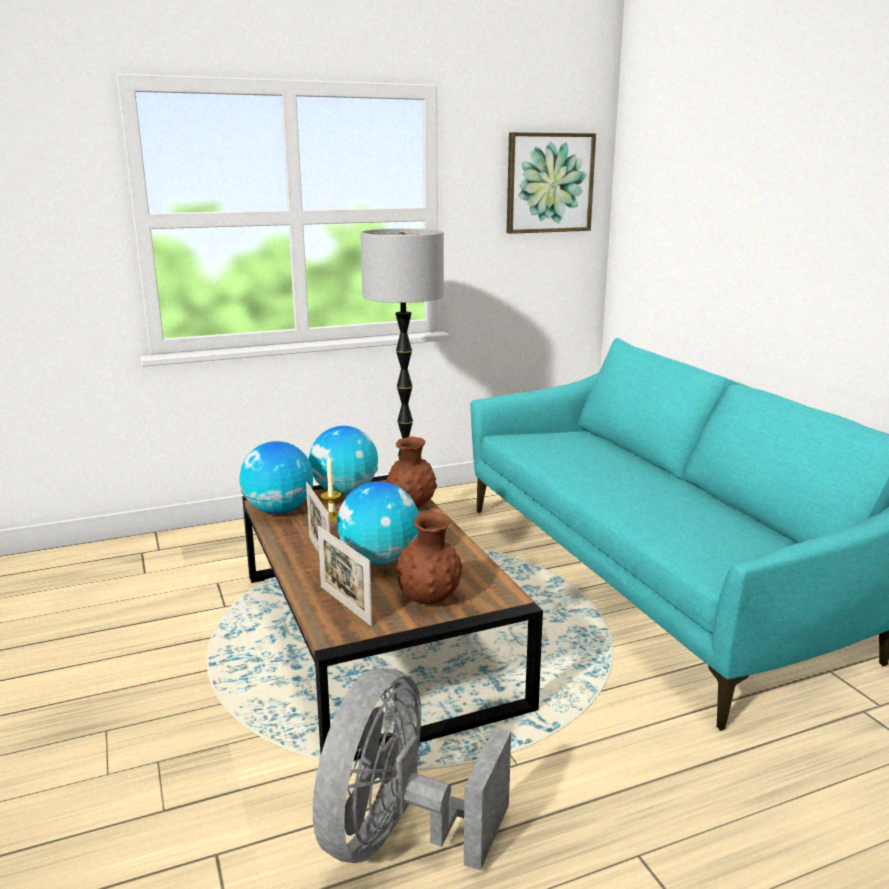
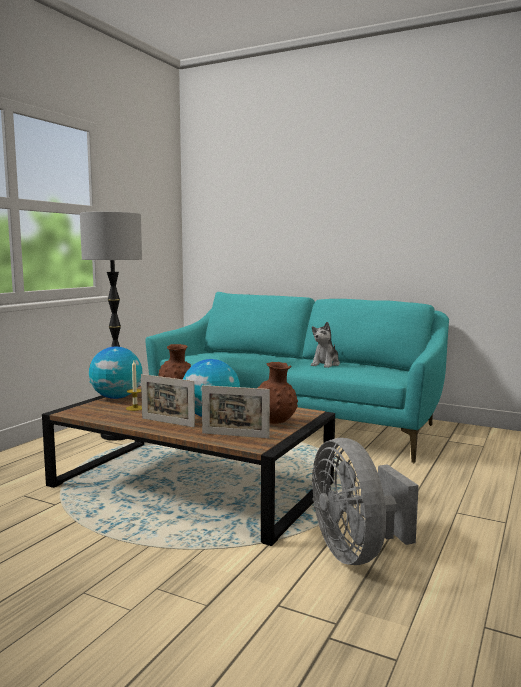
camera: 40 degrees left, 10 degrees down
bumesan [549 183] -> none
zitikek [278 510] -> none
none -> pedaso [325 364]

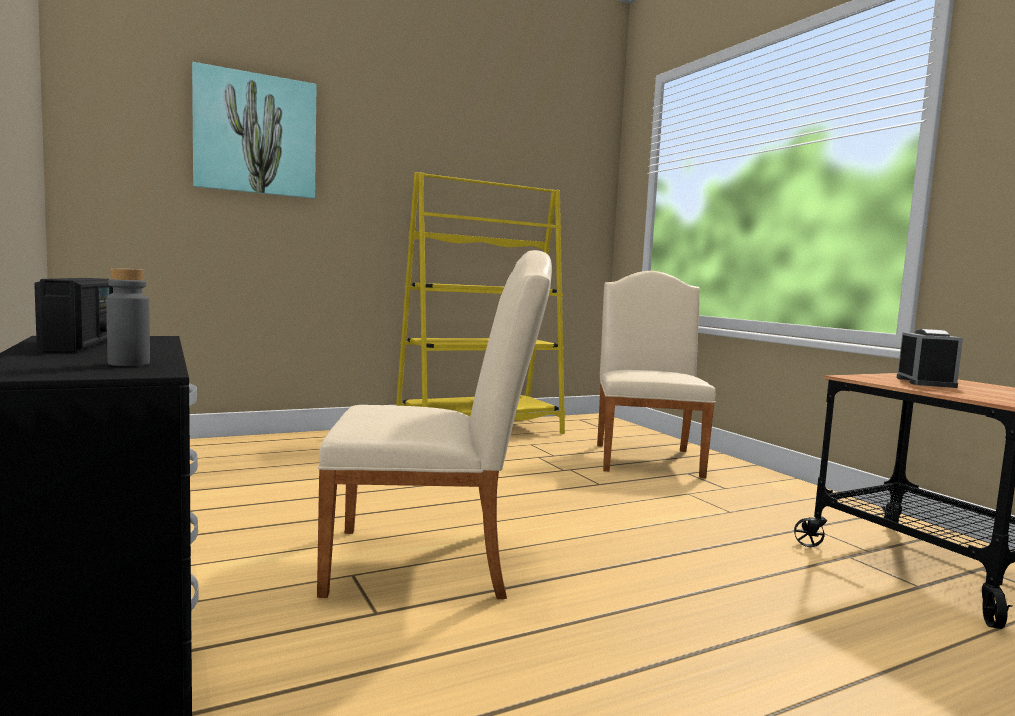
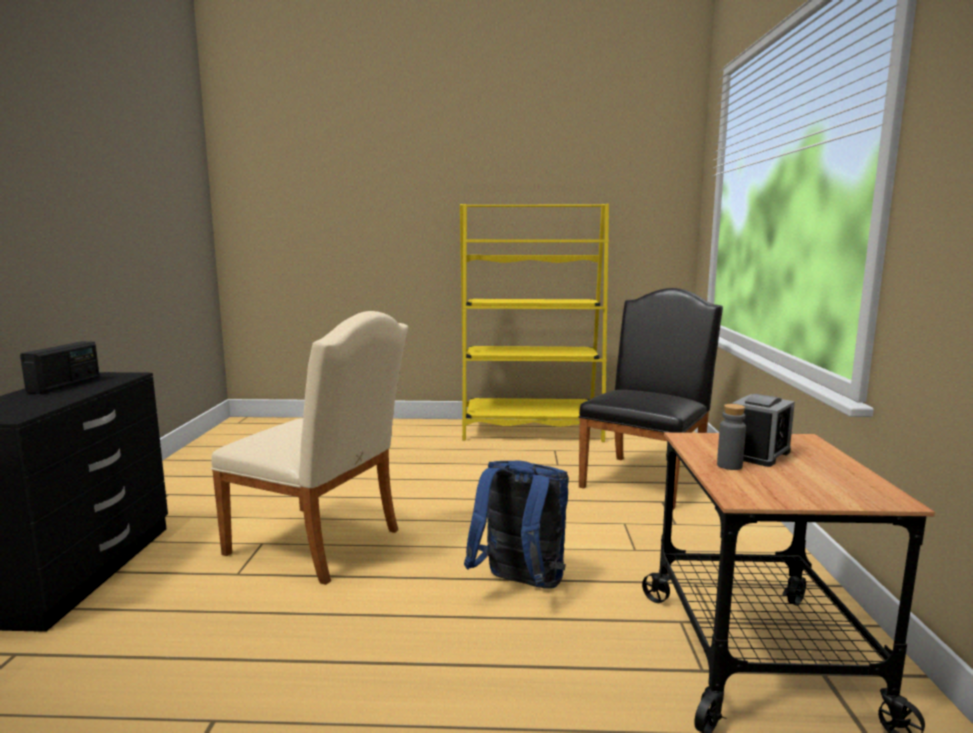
camera: 30 degrees right, 5 degrees up
bumesan [256 134] -> none
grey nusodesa [129 363] -> grey nusodesa [729 466], relocated
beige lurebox [646 457] -> black lurebox [647 478]
none -> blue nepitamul [520 585]

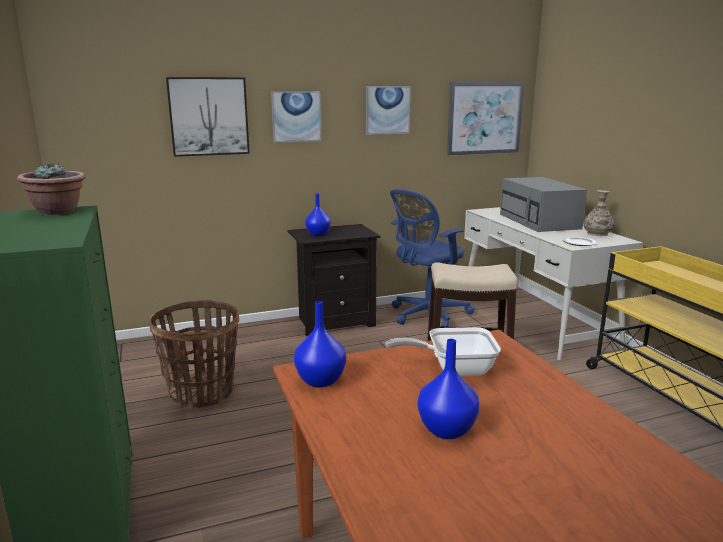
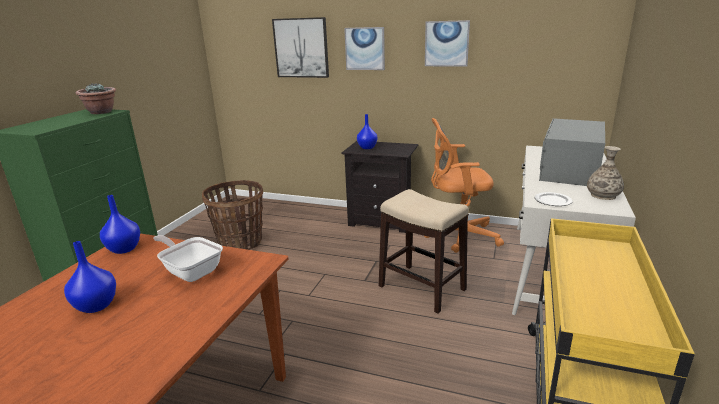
camera: 40 degrees right, 5 degrees up
bumesan [484 118] -> none
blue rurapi [426 315] -> orange rurapi [458 236]

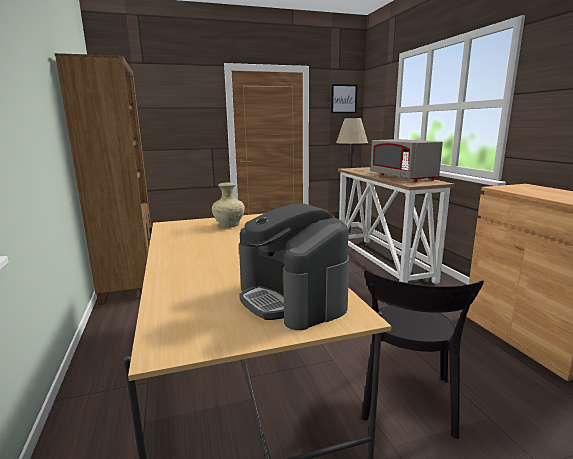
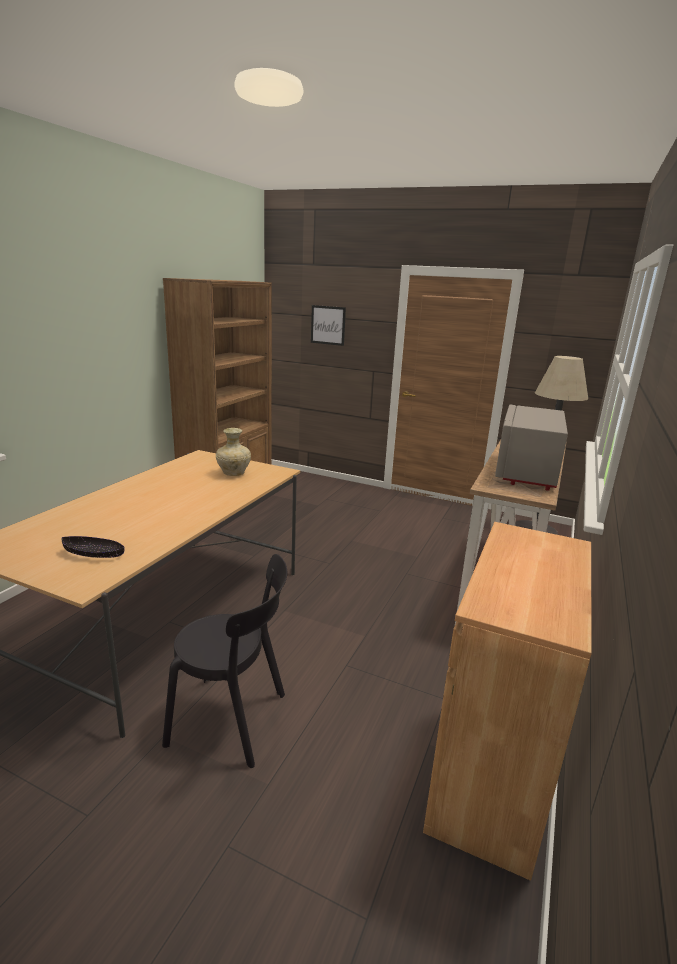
camera: 40 degrees right, 5 degrees up
bumesan [344 99] -> bumesan [328 325], relocated
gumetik [292 298] -> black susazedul [94 554]
black lurebox [407 402] -> black lurebox [233 720], 135 degrees counterclockwise

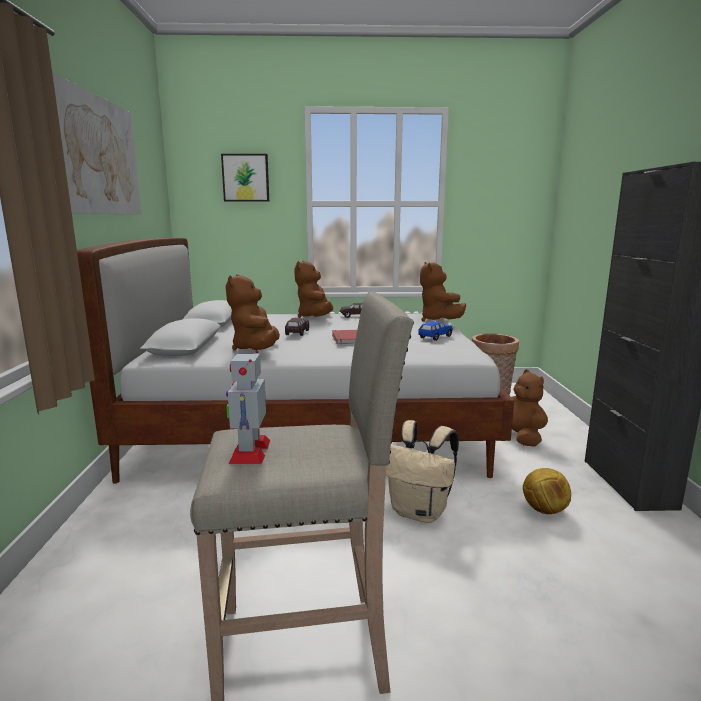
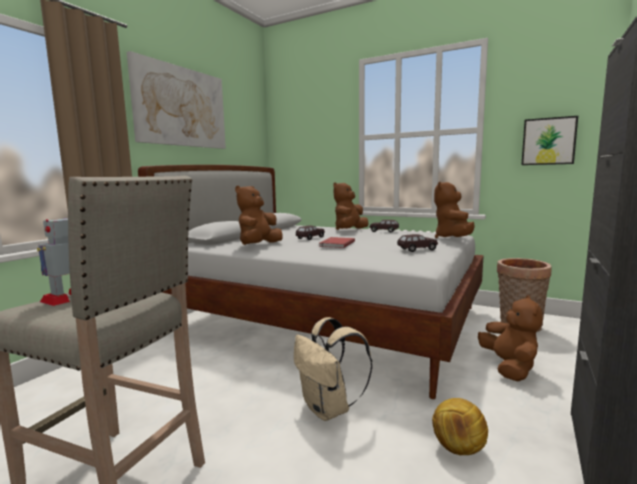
camera: 30 degrees right, 5 degrees down
bumesan [246 178] -> bumesan [548 141], relocated
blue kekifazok [435 337] -> brown kekifazok [417 249]

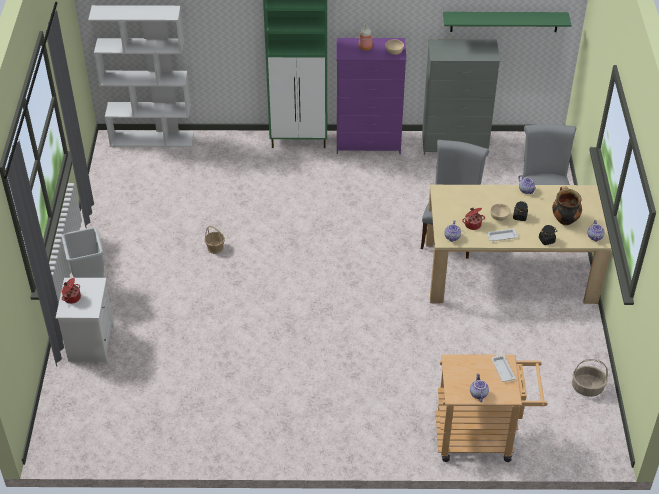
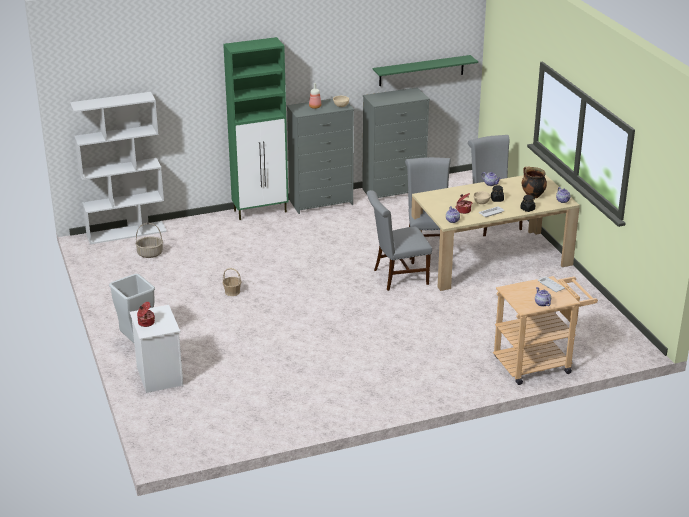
camera: 20 degrees left, 15 degrees down
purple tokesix [369 143] -> grey tokesix [321 202]
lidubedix [587 387] -> lidubedix [150 253], relocated
none -> grey lurebox [397 277]

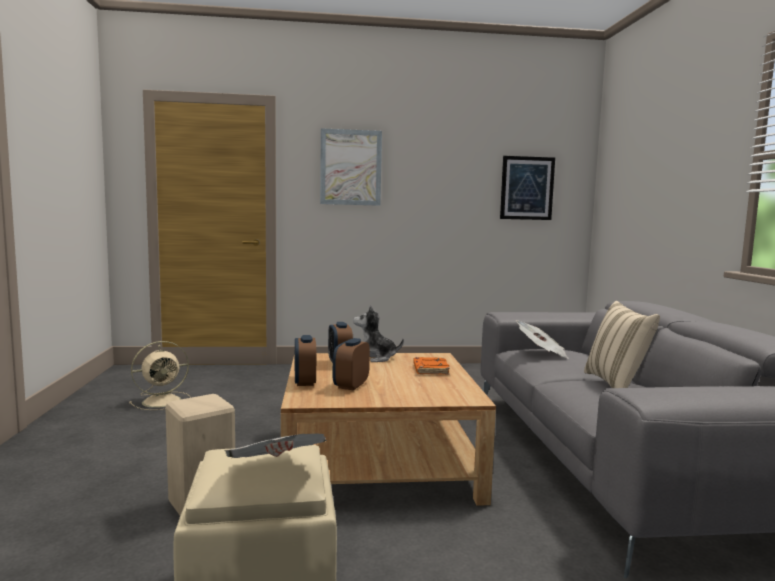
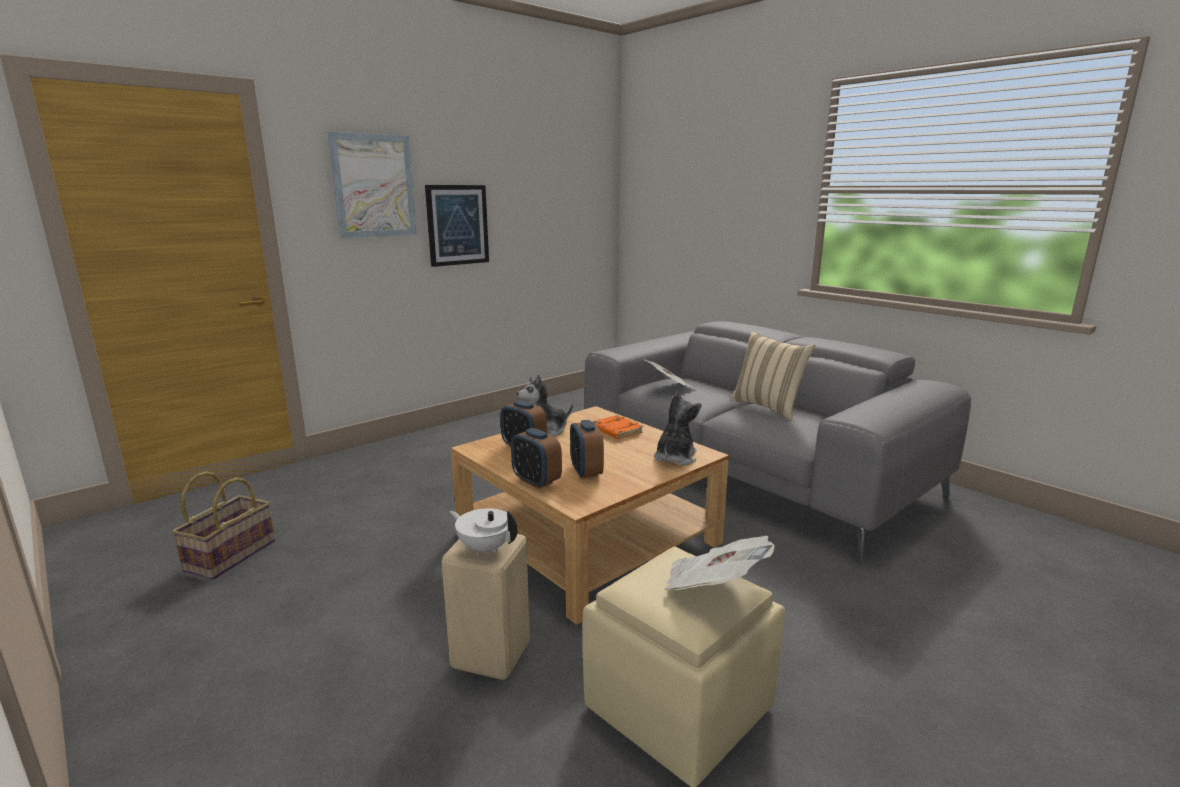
camera: 35 degrees left, 10 degrees up
bumesan [526 188] -> bumesan [457 225], relocated
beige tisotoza [163 401] -> lidubedix [230 555]
none -> pedaso [675 457]
none -> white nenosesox [485 548]

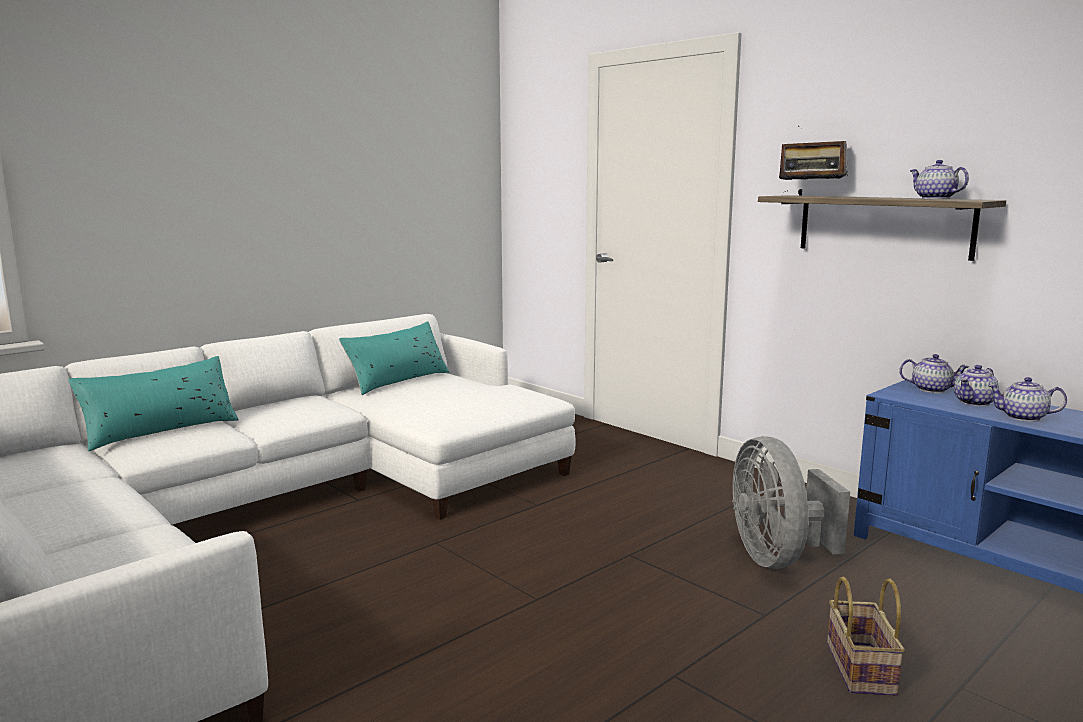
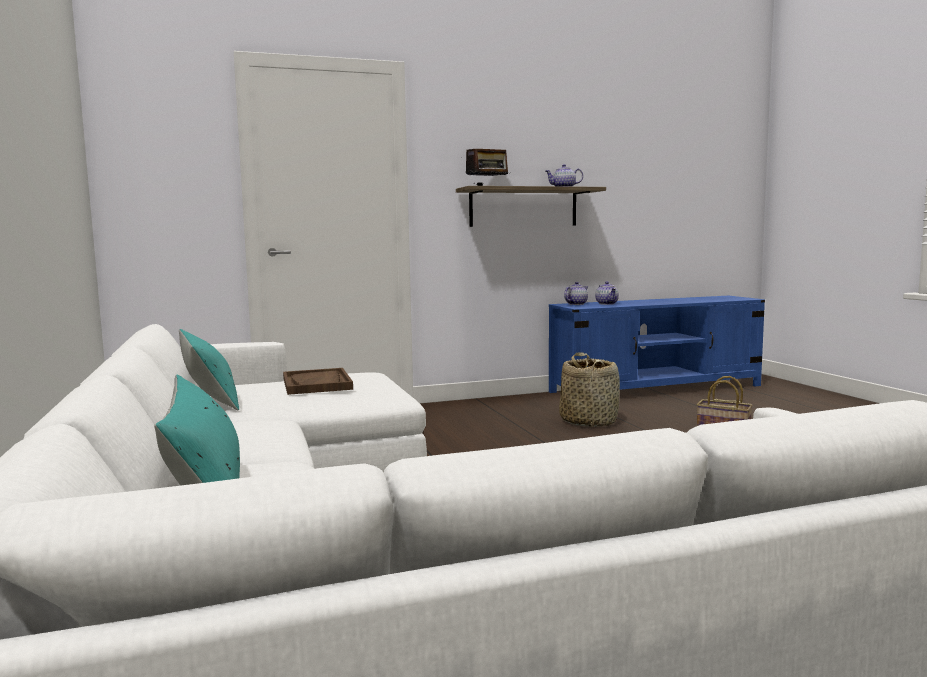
camera: 65 degrees left, 5 degrees down
nenosesox [1023 417] -> none
grey tisotoza [777 557] -> lidubedix [589 421]
none -> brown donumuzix [317 384]

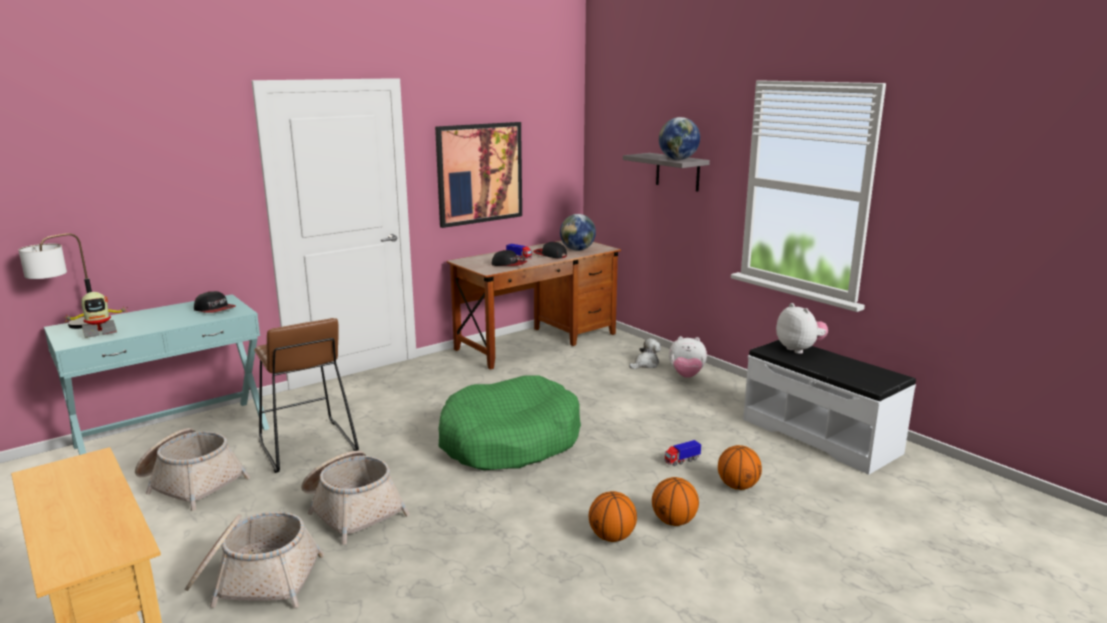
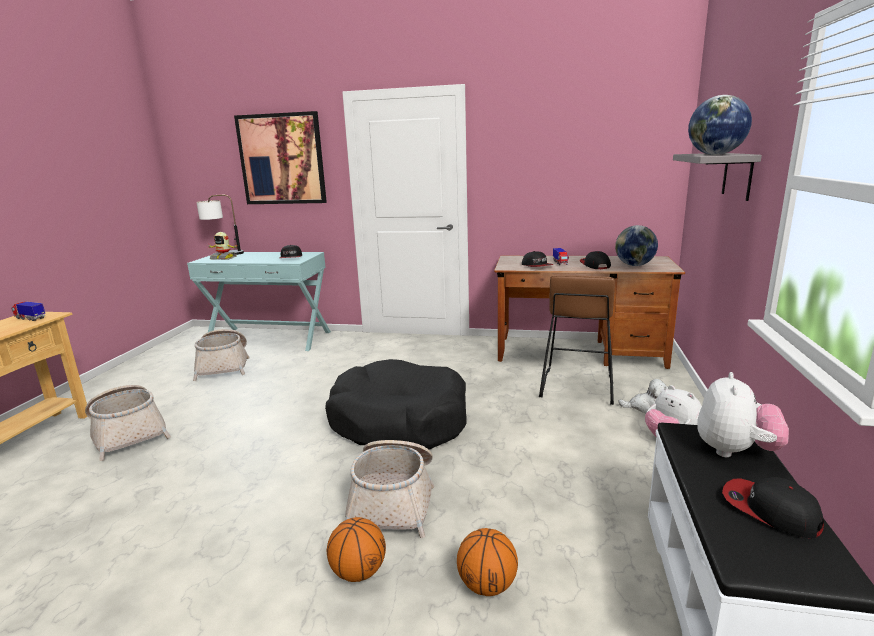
camera: 50 degrees right, 0 degrees up
bumesan [479 173] -> bumesan [281 159], relocated
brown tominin [306 446] -> brown tominin [576 386], relocated
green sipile [509 441] -> black sipile [399 421]
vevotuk [681 461] -> vevotuk [30 318], relocated
lidubedix [352 509] -> lidubedix [394 500], relocated
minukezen [612 537] -> none
none -> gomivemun [769 510]

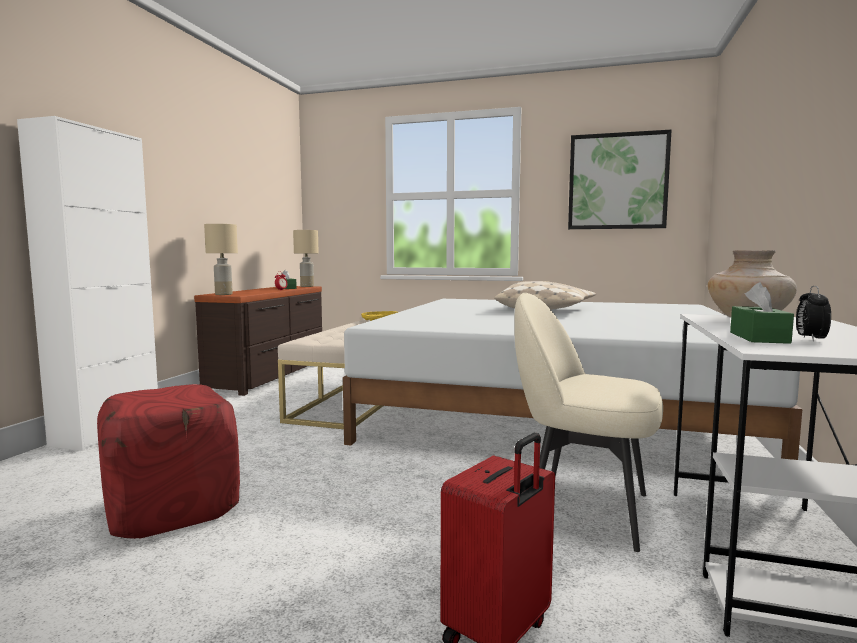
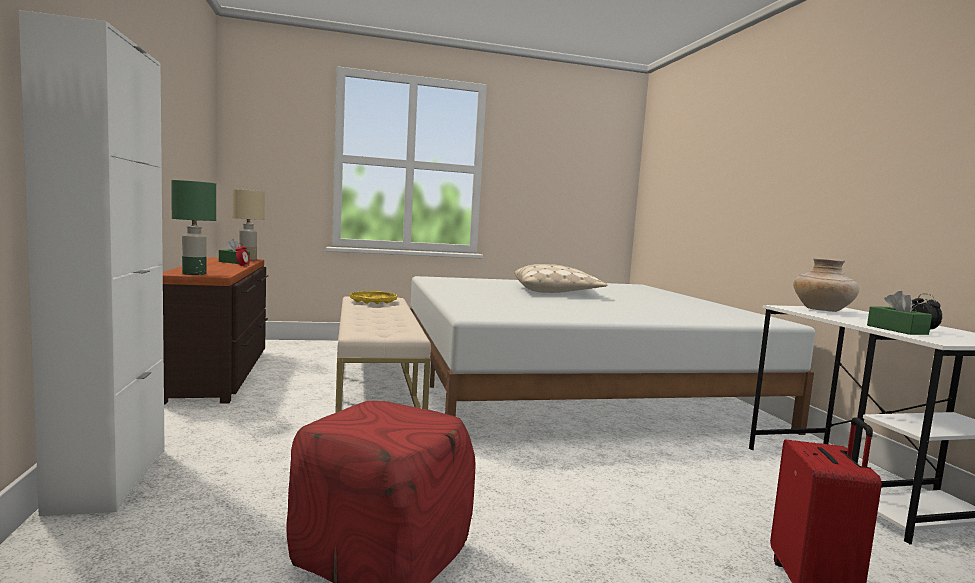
camera: 30 degrees left, 0 degrees up
bumesan [617 181] -> none
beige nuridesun [223 294] -> green nuridesun [194 274]
beige lurebox [583 509] -> none

